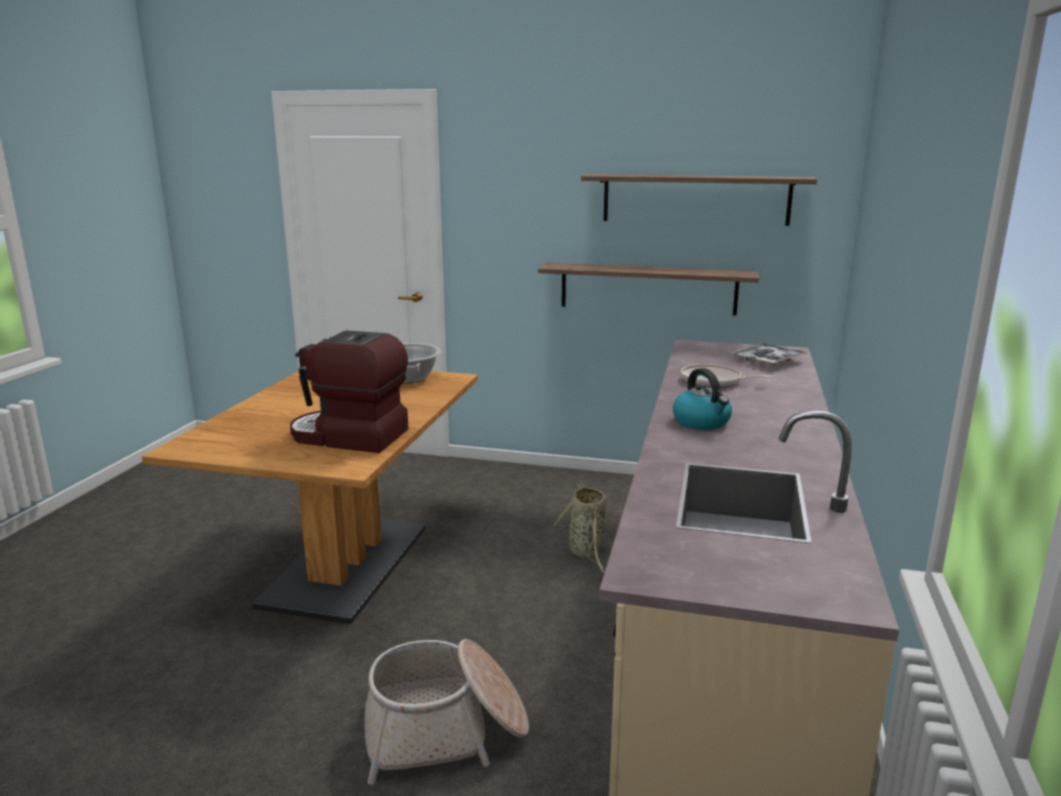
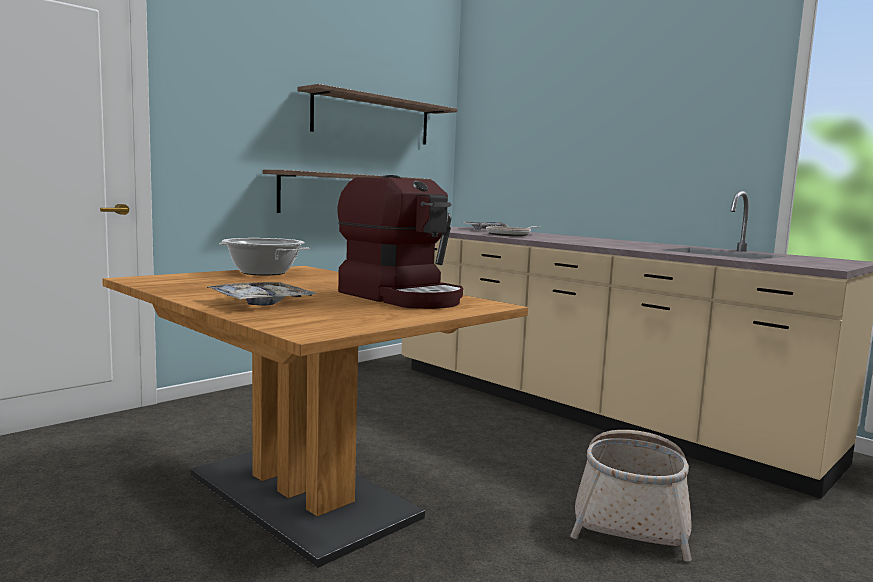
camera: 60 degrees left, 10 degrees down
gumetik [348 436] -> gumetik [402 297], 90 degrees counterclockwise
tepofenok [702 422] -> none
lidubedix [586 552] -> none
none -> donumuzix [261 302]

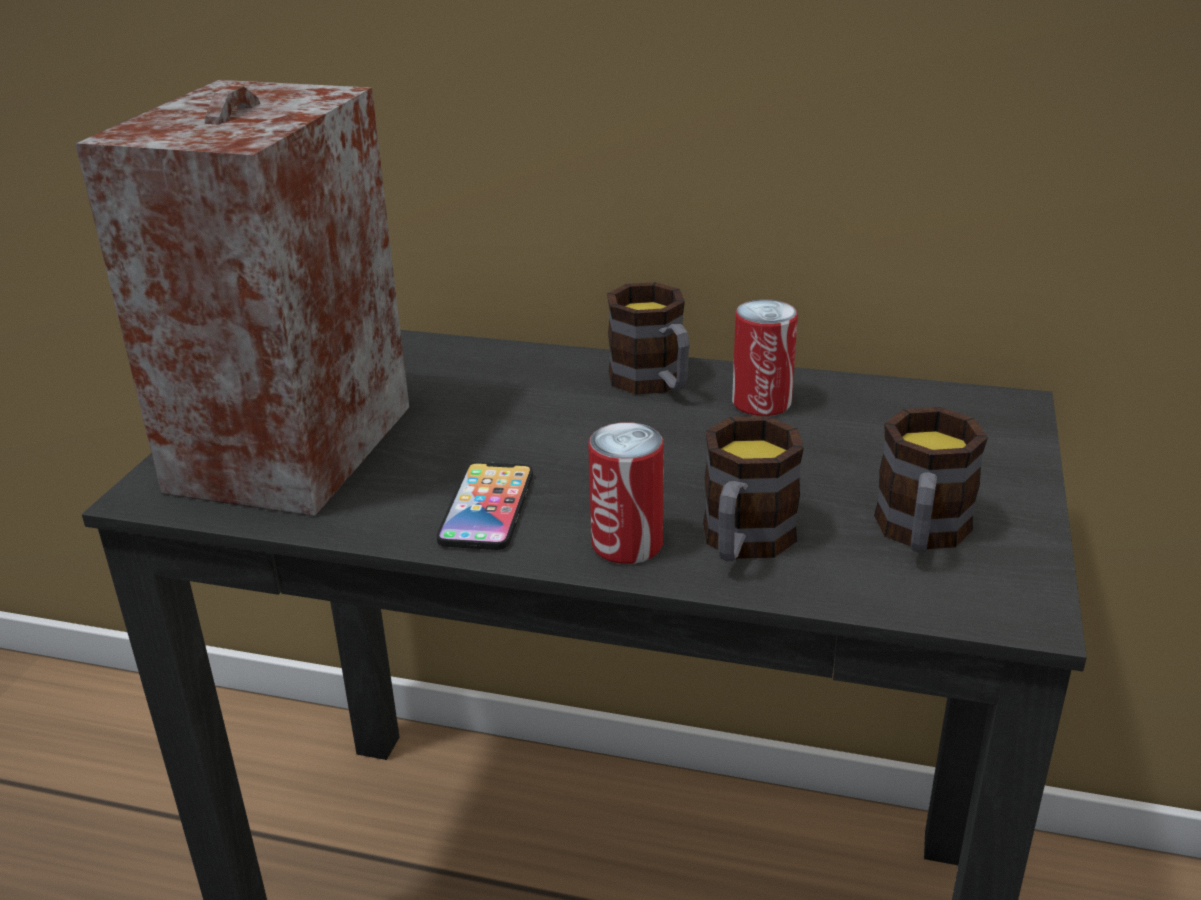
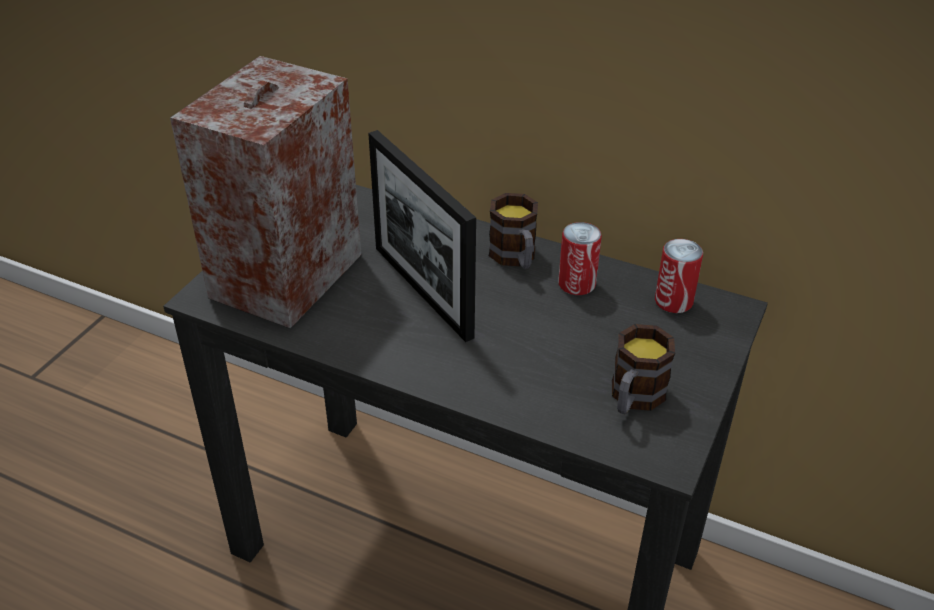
camera: 10 degrees right, 10 degrees up
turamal [743 543] -> none
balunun [627 544] -> balunun [673 301], relocated
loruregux [487 508] -> none
none -> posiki [422 291]

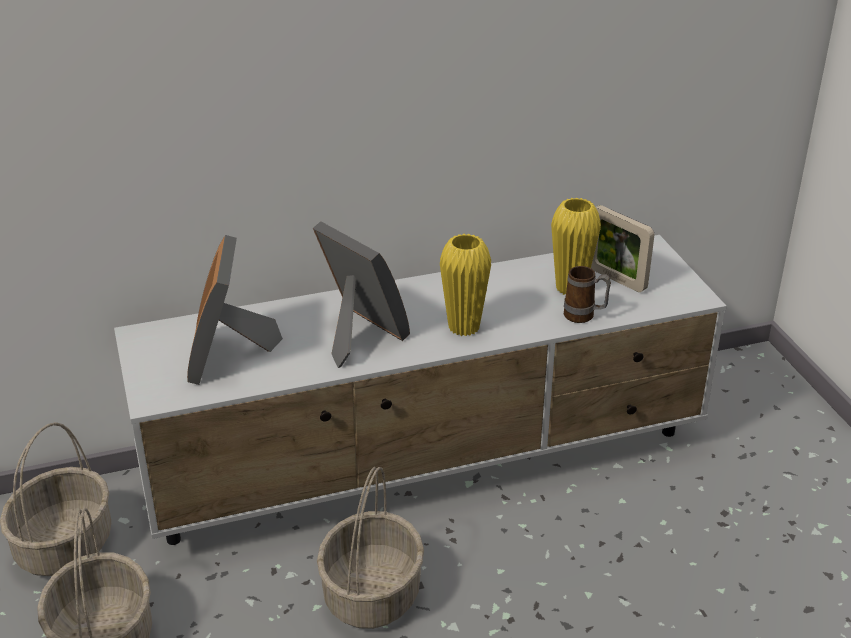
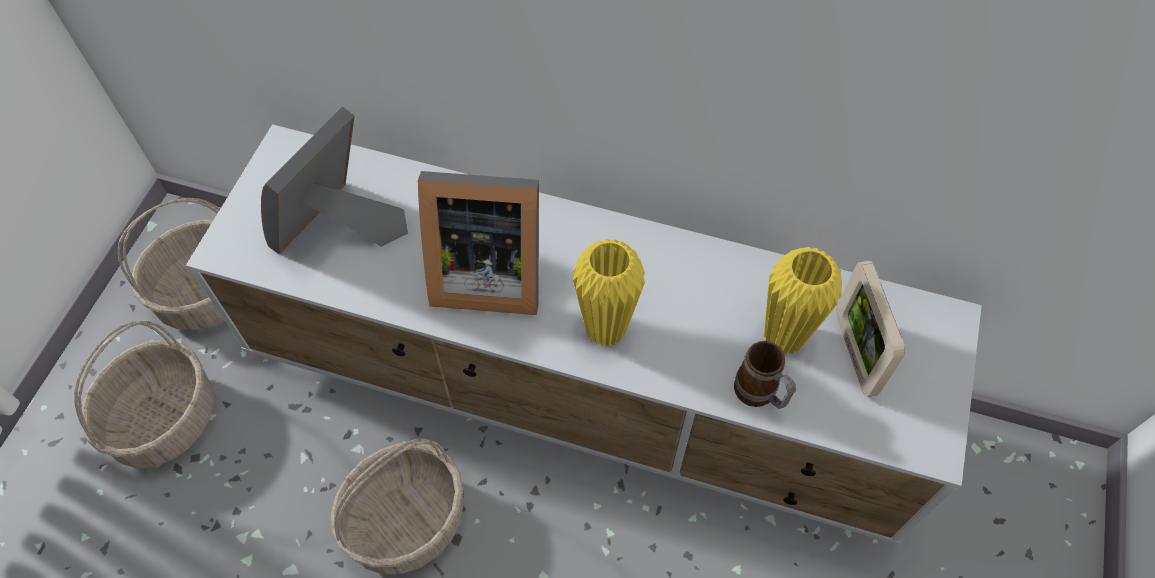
camera: 35 degrees right, 25 degrees up
posiki [358 335] -> posiki [485 274], 105 degrees clockwise

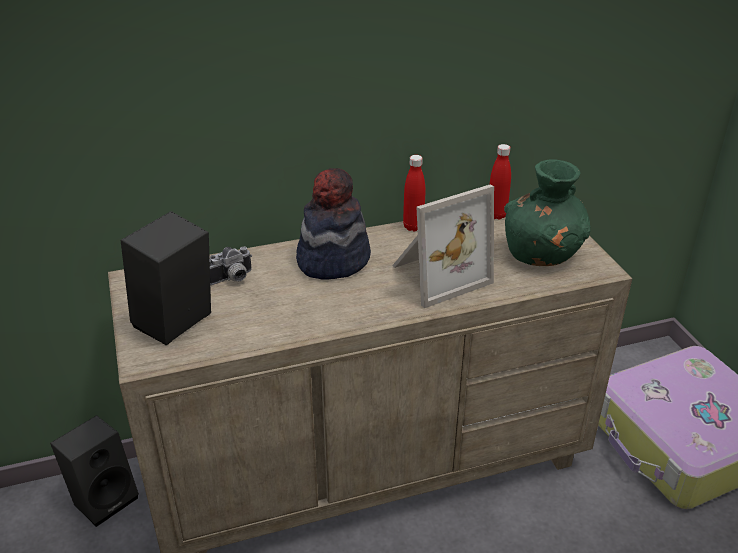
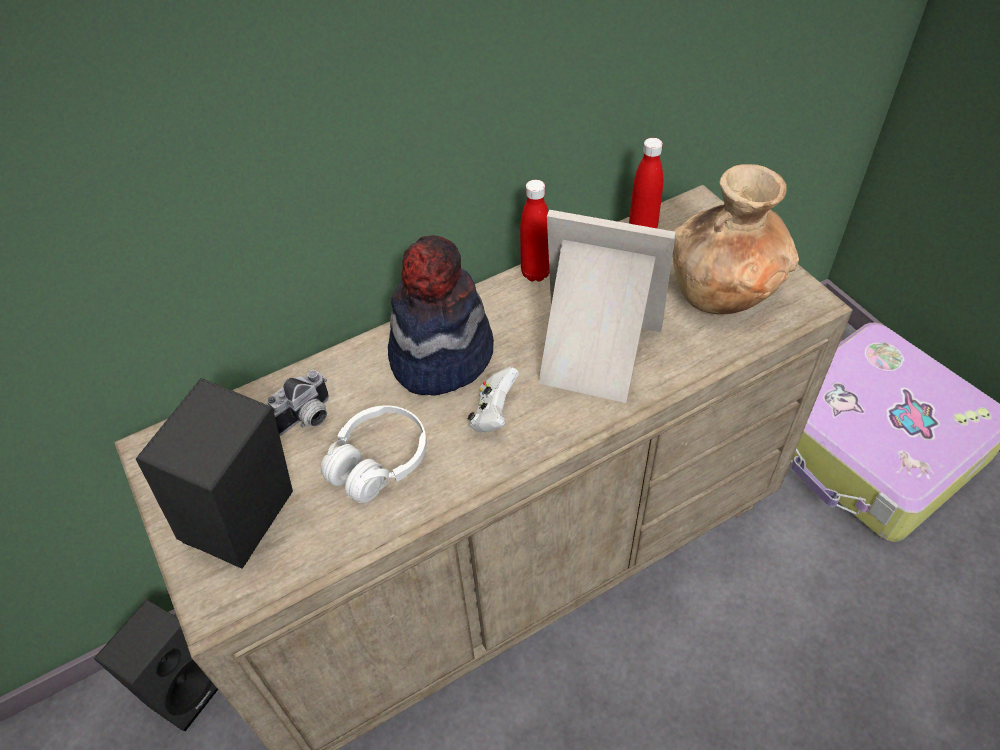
camera: 10 degrees left, 15 degrees up
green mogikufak [542 255] -> brown mogikufak [724 291]
posiki [437 275] -> posiki [594 354], 120 degrees counterclockwise
none -> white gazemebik [493 414]
none -> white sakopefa [379 462]

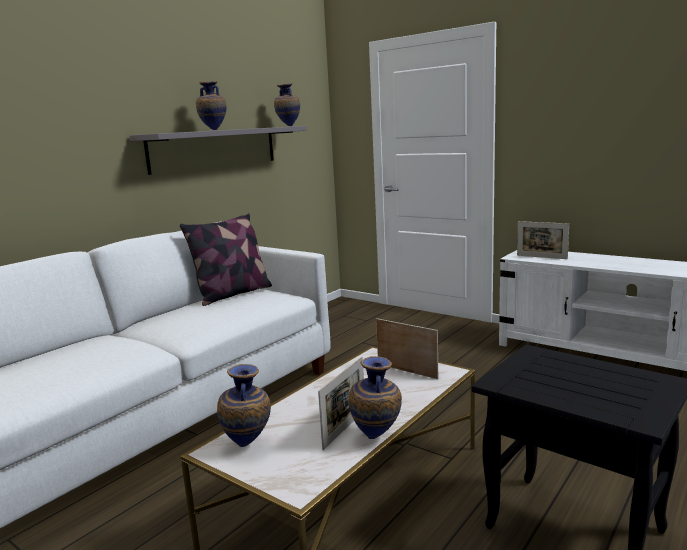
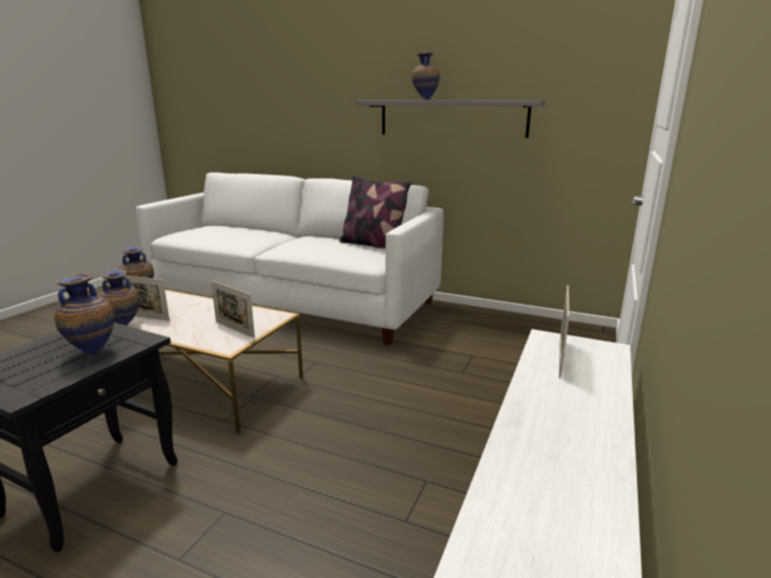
camera: 75 degrees right, 5 degrees up
mogikufak [288 126] -> mogikufak [93 352], relocated
posiki [407 371] -> posiki [234 329], 105 degrees clockwise

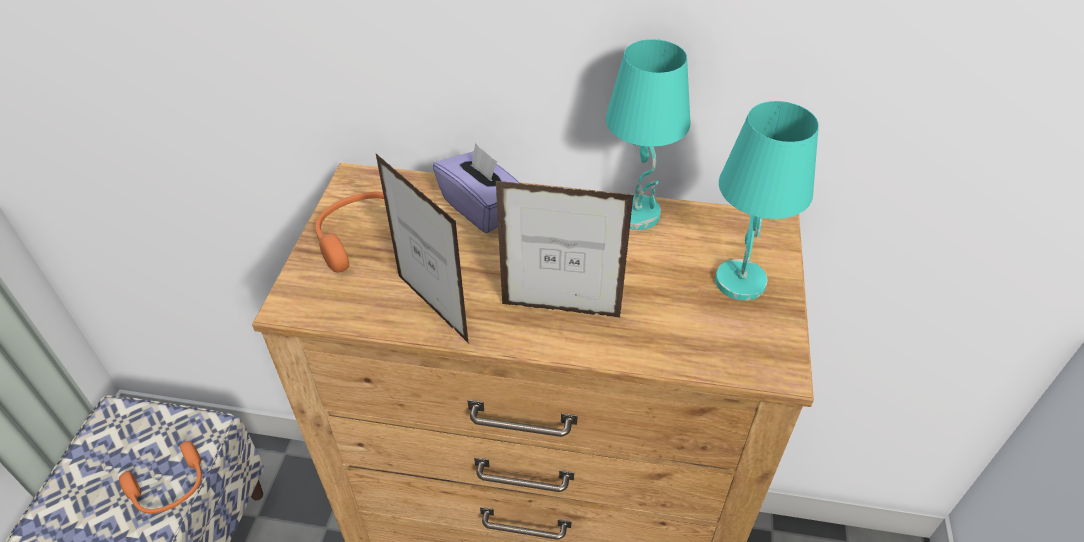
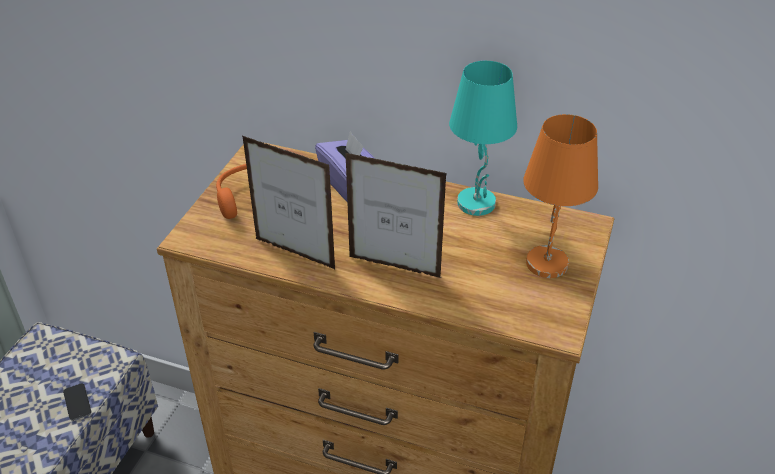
camera: 10 degrees right, 5 degrees down
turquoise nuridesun [739 280] -> orange nuridesun [546 262]
posiki [432 308] -> posiki [294 253], 150 degrees clockwise
orange sakopefa [170 488] -> loruregux [77 402]

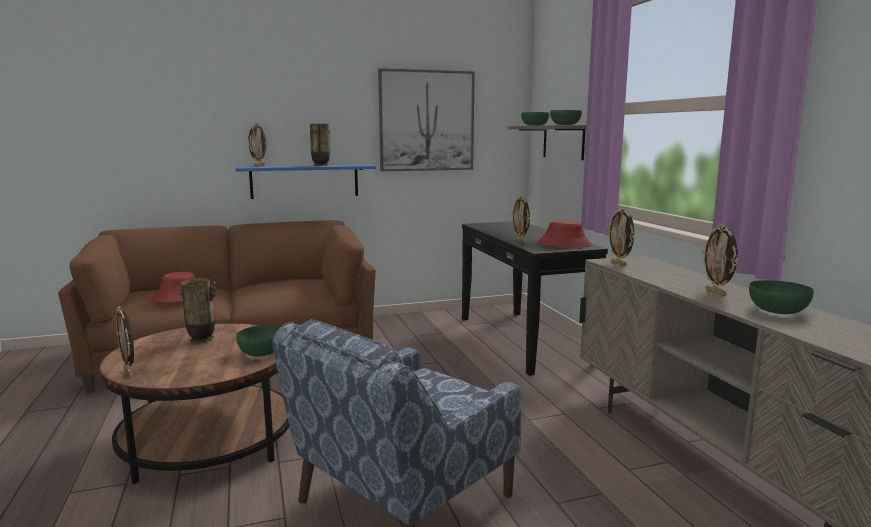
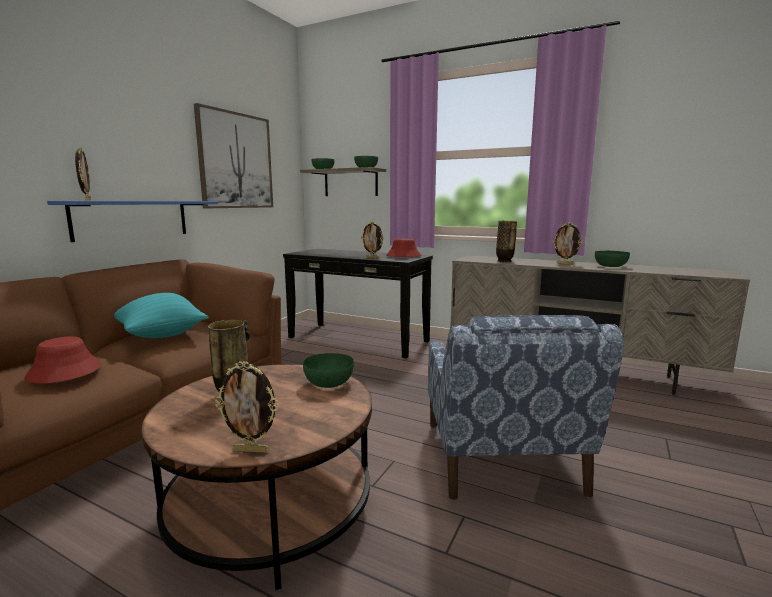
camera: 45 degrees left, 0 degrees up
mogikufak [321 165] -> mogikufak [504 261], relocated
posiki [619 264] -> none
none -> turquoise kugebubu [161 335]

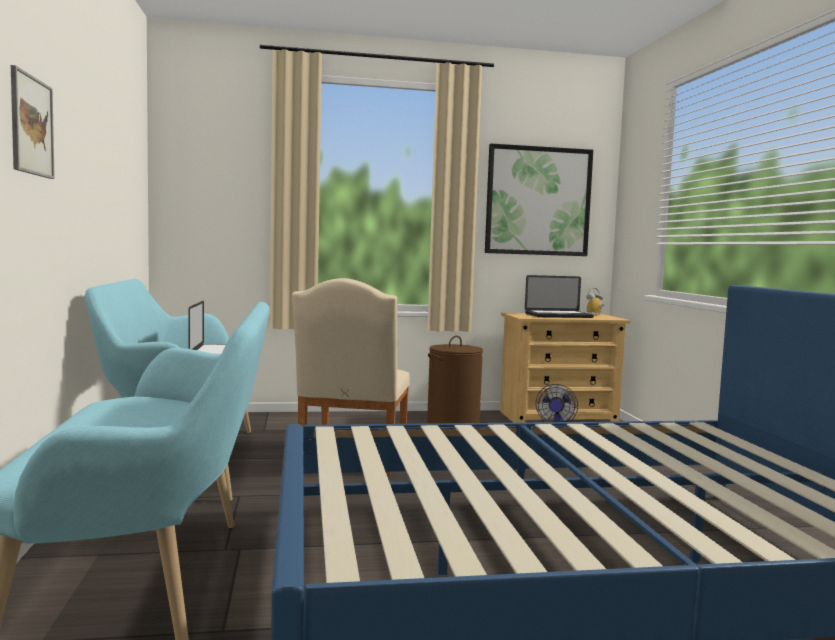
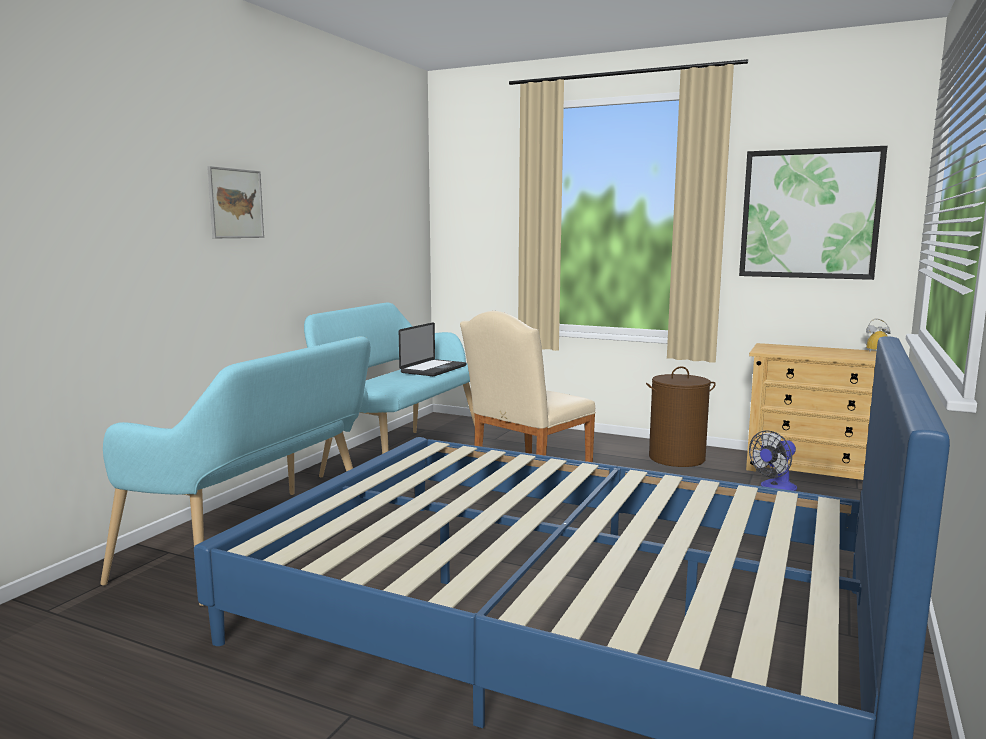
camera: 35 degrees right, 5 degrees up
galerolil [558 315] -> none

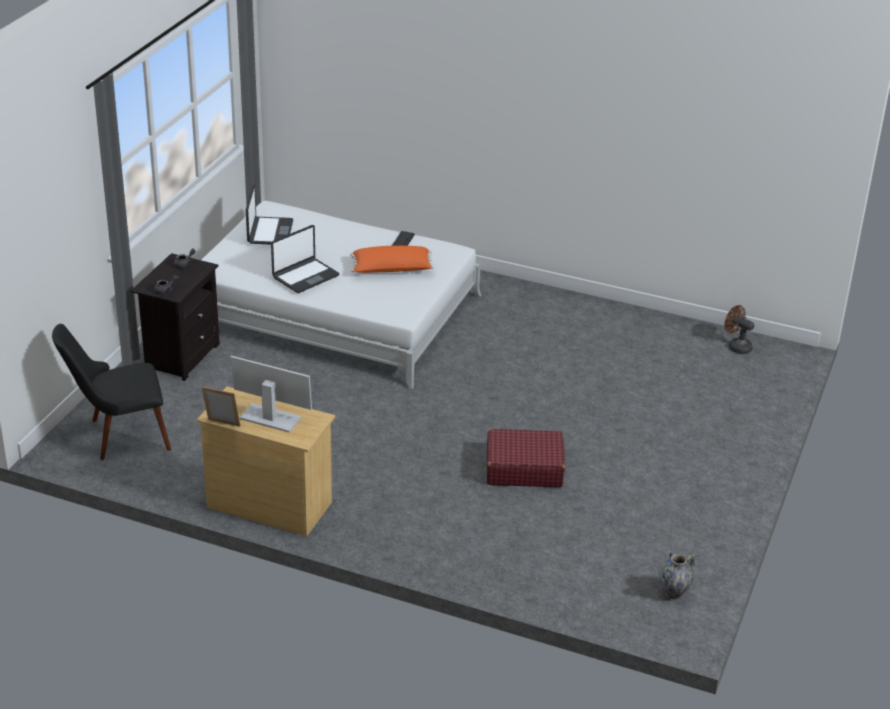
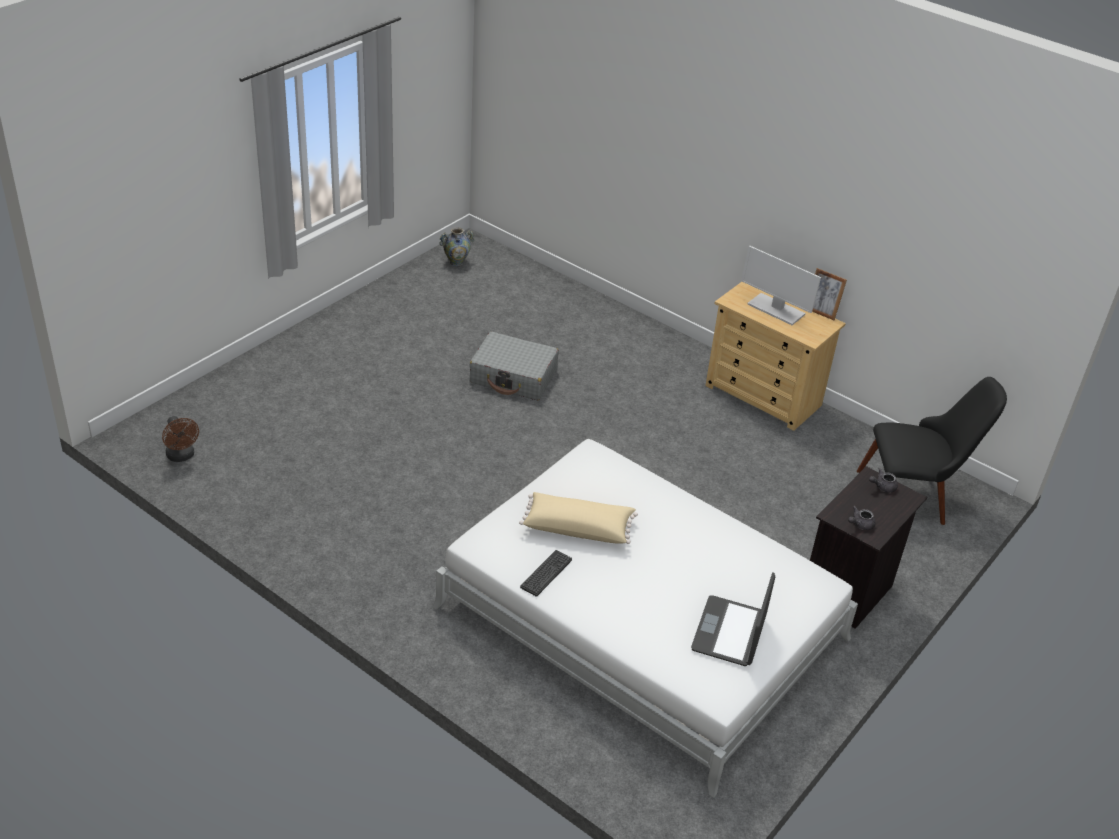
camera: 165 degrees left, 5 degrees up
galerolil [305 276] -> none
orange kugebubu [391 270] -> beige kugebubu [578 527]
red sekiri [523 468] -> grey sekiri [514 376]

